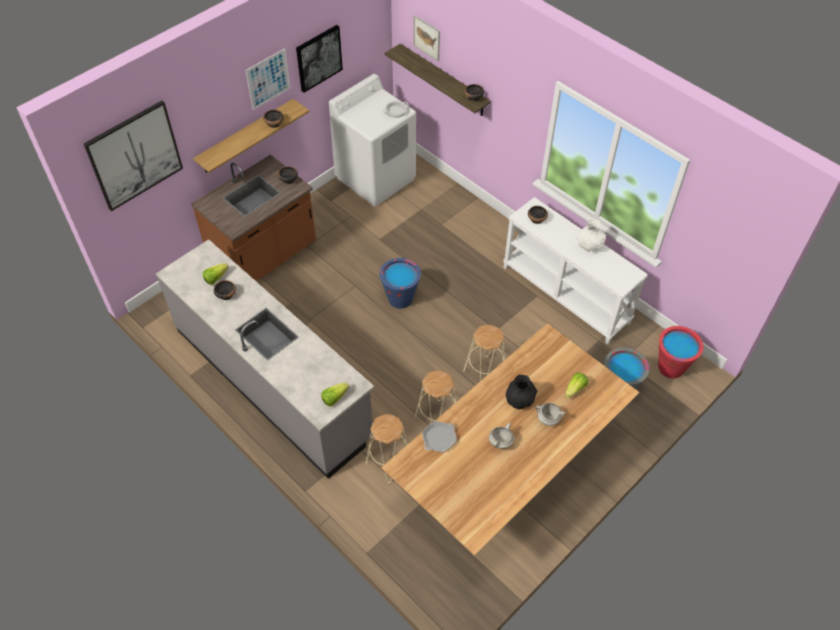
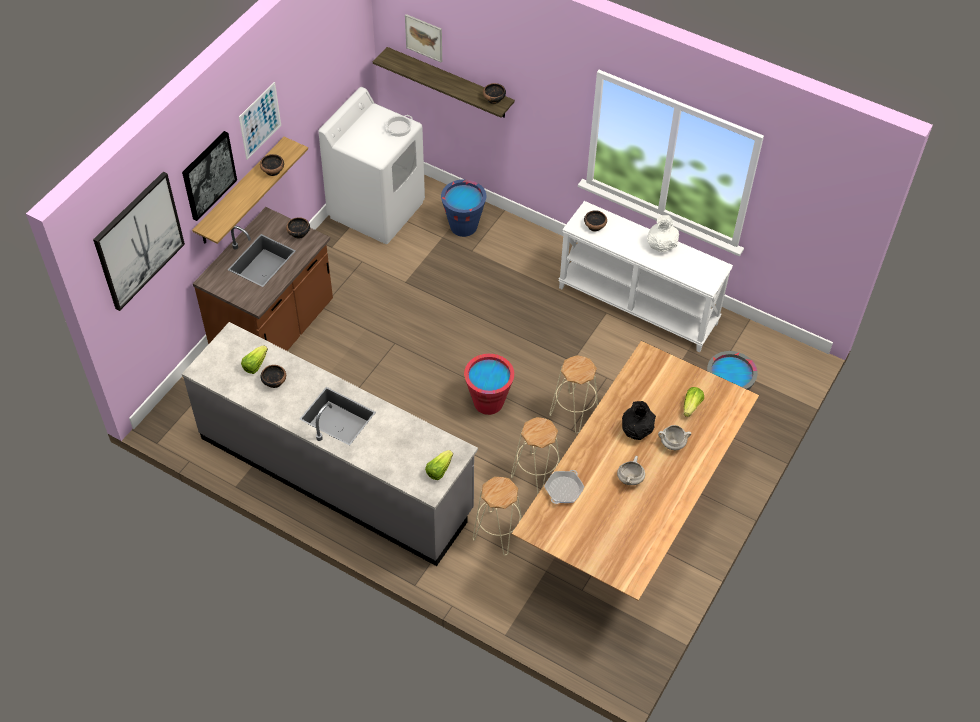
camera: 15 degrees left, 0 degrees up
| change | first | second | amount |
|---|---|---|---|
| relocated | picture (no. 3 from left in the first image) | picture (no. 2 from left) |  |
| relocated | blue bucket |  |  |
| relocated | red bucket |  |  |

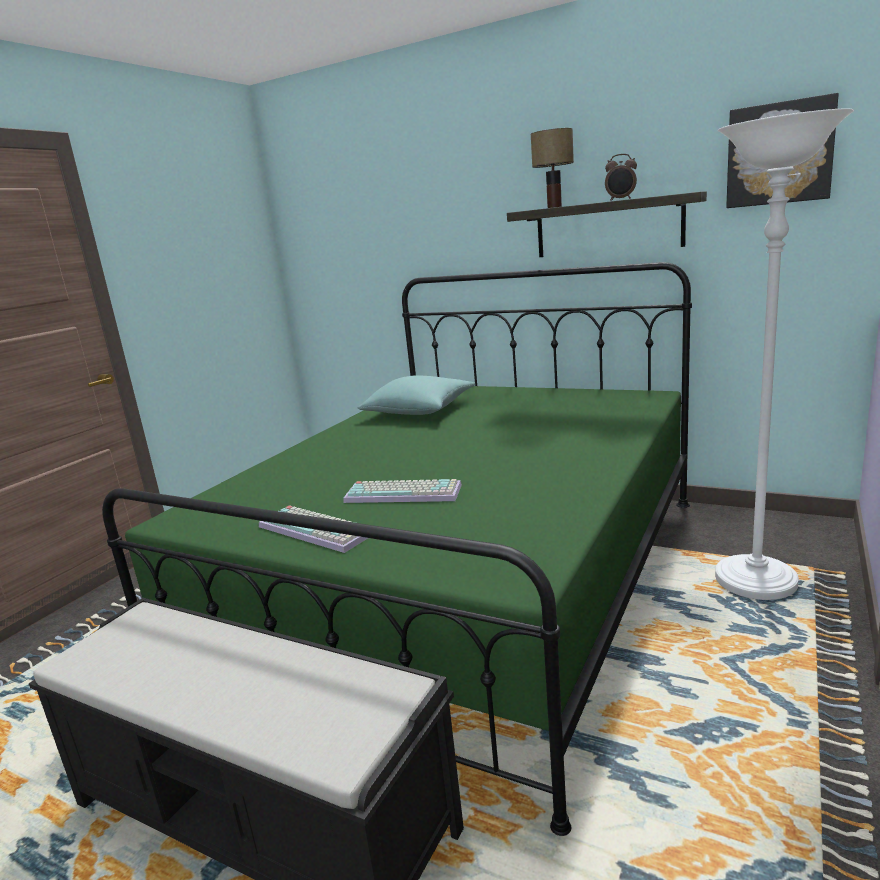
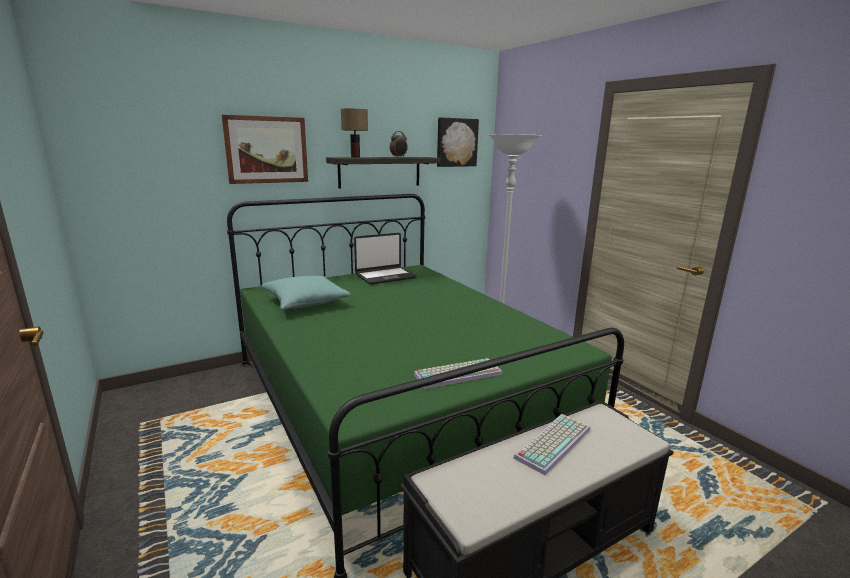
camera: 60 degrees left, 0 degrees up
| change | first | second | amount |
|---|---|---|---|
| appeared |  | picture (no. 1 from left) |  |
| appeared |  | laptop |  |
| relocated | keyboard (no. 2 from left) |  |  |

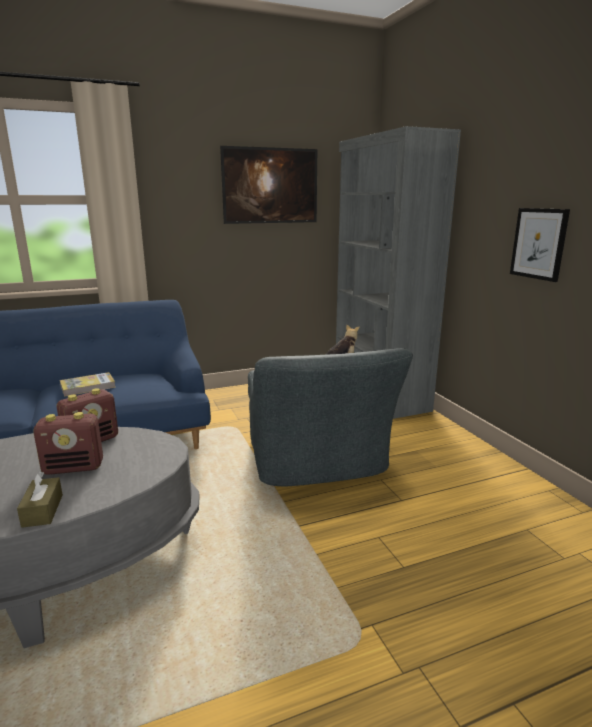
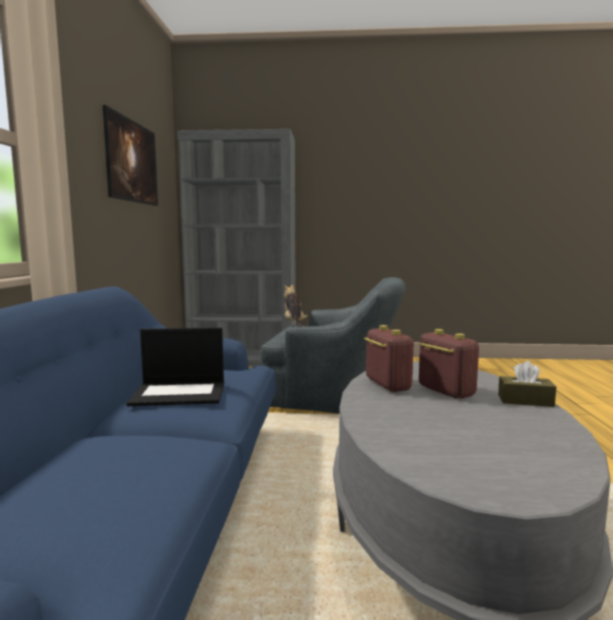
camera: 65 degrees left, 10 degrees down
| change | first | second | amount |
|---|---|---|---|
| missing | picture (no. 2 from left) |  |  |
| exchanged | book | laptop |  |
| spun | radio (no. 1 from left in the first image) | radio (no. 2 from left) | 45 degrees counterclockwise |

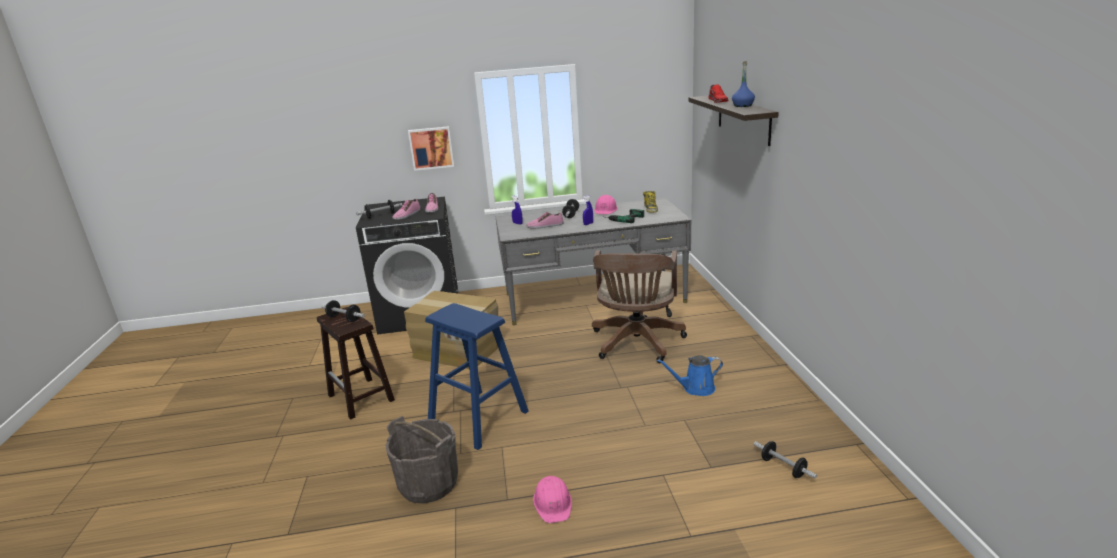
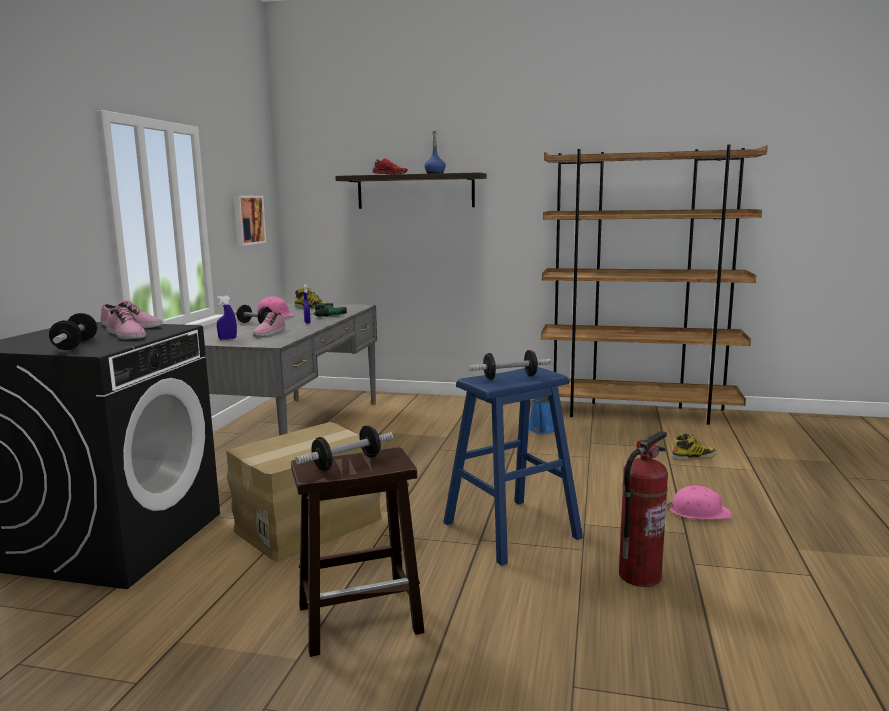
camera: 70 degrees left, 10 degrees down
| change | first | second | amount |
|---|---|---|---|
| missing | brown office chair |  |  |
| appeared |  | brown bookcase |  |
| appeared |  | boot (no. 2 from left) |  |
| relocated | picture |  |  |
| relocated | dumbbell (no. 4 from left) |  |  |
| exchanged | grey bucket | fire extinguisher |  |

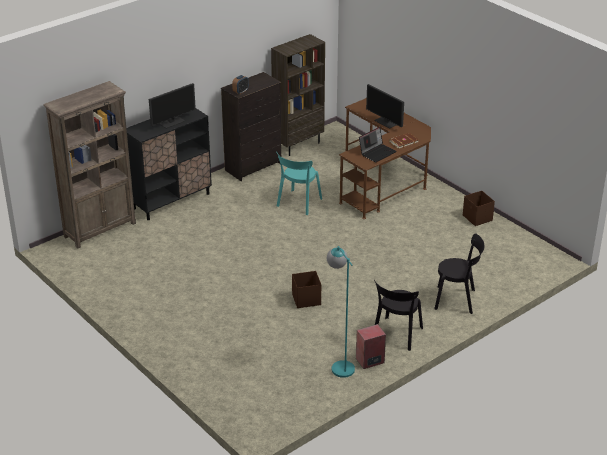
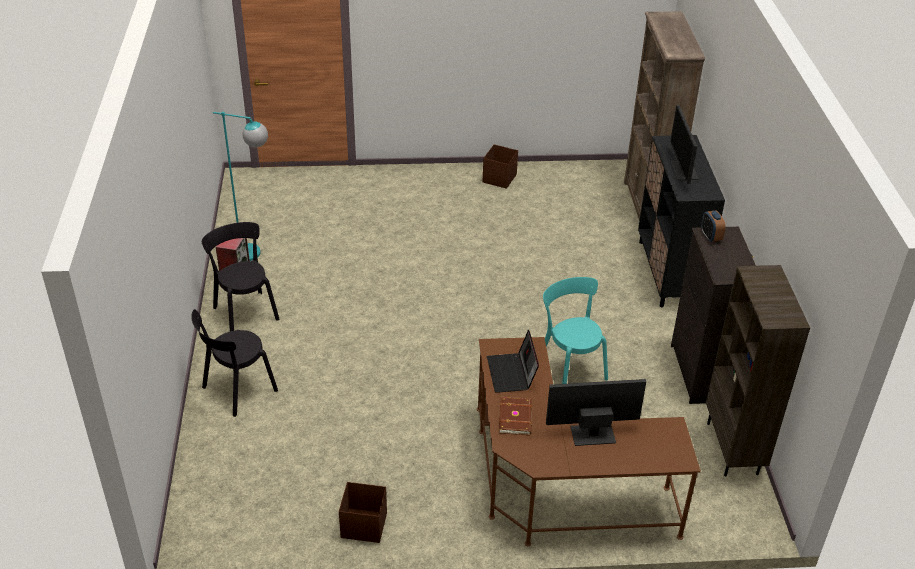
camera: 125 degrees right, 5 degrees up
| change | first | second | amount |
|---|---|---|---|
| relocated | brown storage box (no. 1 from left in the first image) | brown storage box (no. 2 from left) |  |

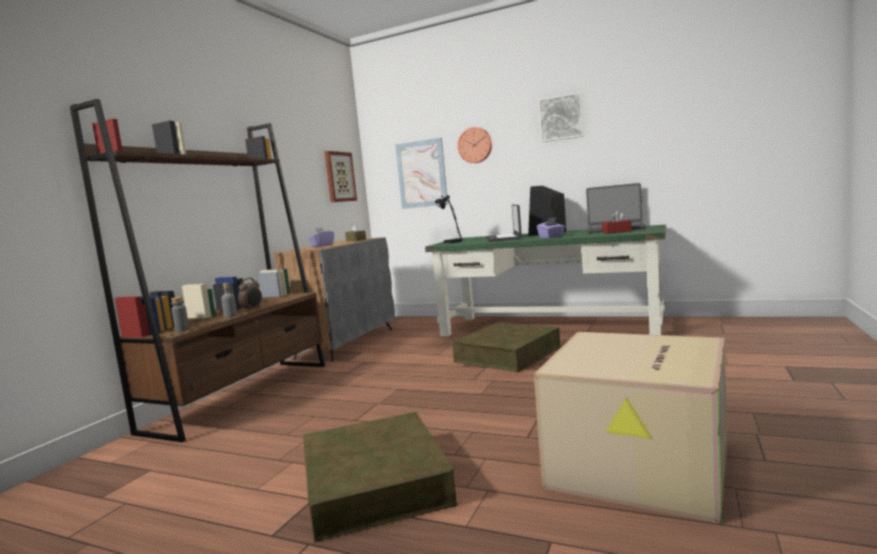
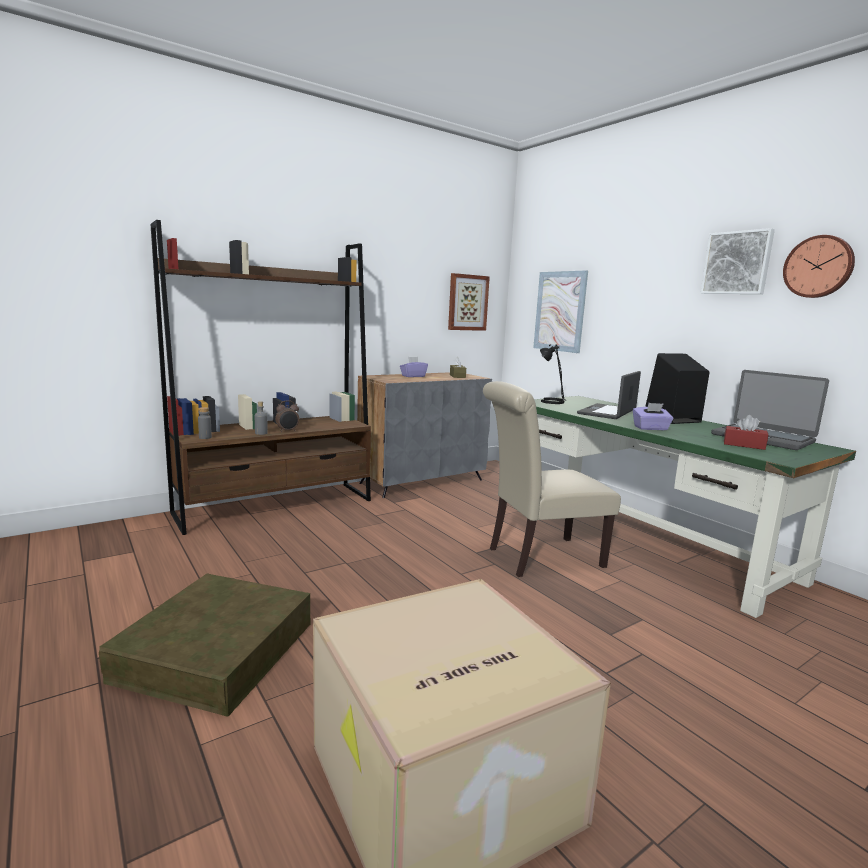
camera: 30 degrees right, 5 degrees up
| change | first | second | amount |
|---|---|---|---|
| relocated | wall clock |  |  |
| exchanged | brown storage box (no. 2 from left) | beige chair |  |

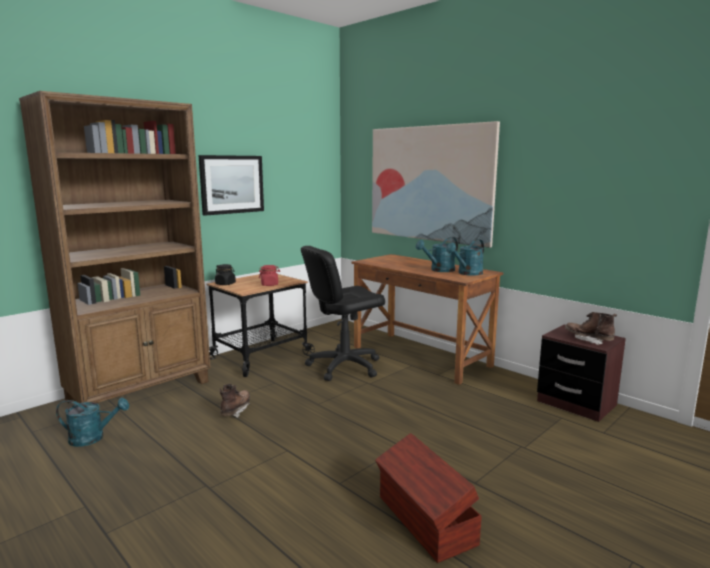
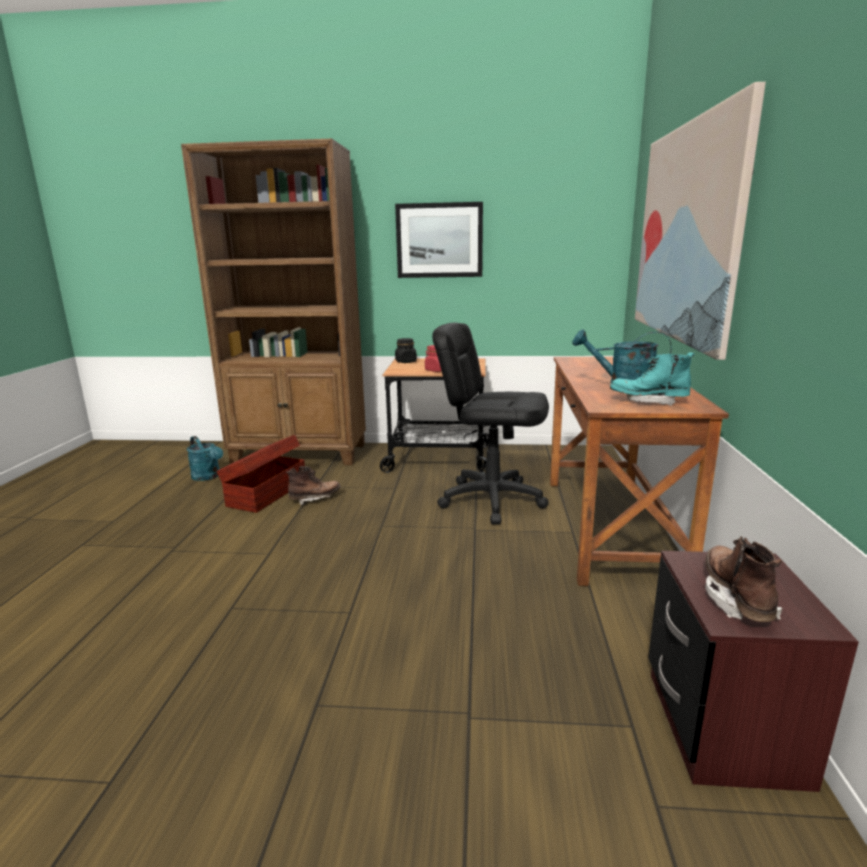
camera: 50 degrees right, 5 degrees up
| change | first | second | amount |
|---|---|---|---|
| relocated | brown storage box |  |  |
| exchanged | turquoise watering can (no. 3 from left) | turquoise boot |  |

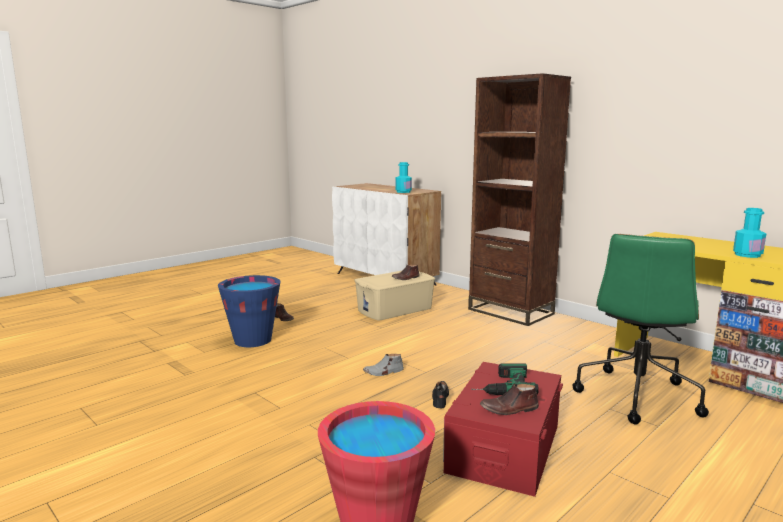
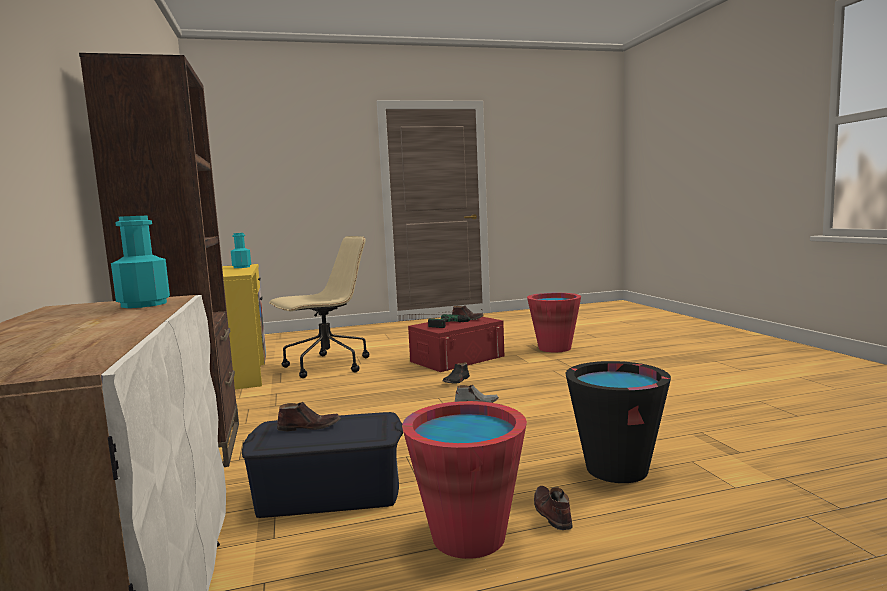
camera: 150 degrees left, 5 degrees down
| change | first | second | amount |
|---|---|---|---|
| appeared |  | red bucket (no. 1 from left) |  |
| colour | blue bucket | black bucket |  |
| colour | beige storage box | blue storage box |  |
| colour | green office chair | beige office chair |  |

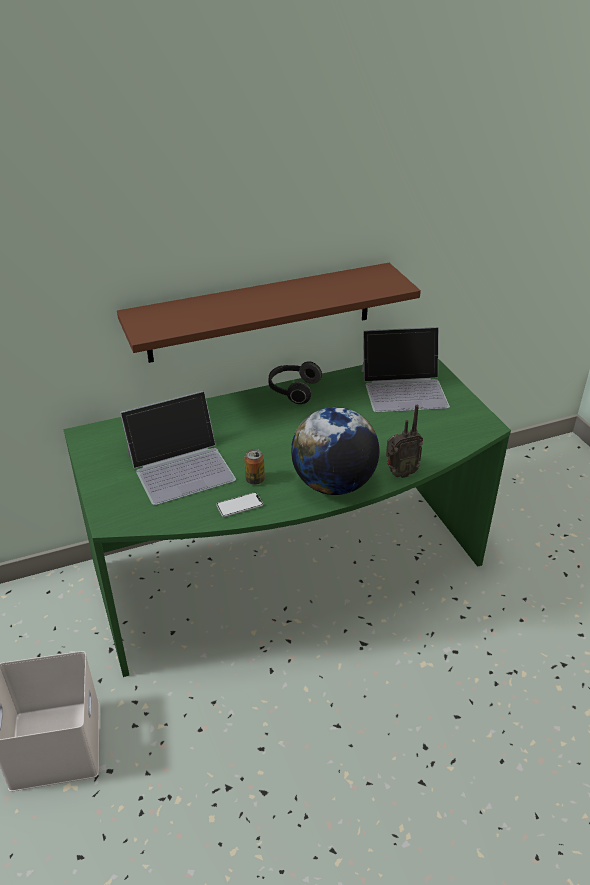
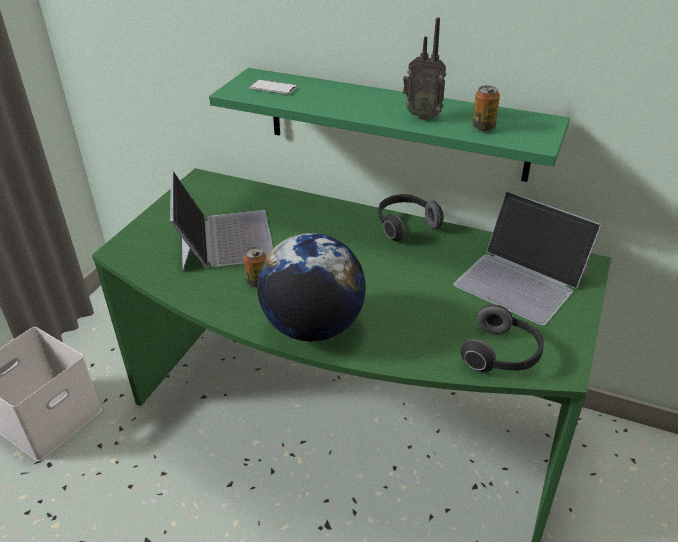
camera: 45 degrees right, 0 degrees up
| change | first | second | amount |
|---|---|---|---|
| appeared |  | headphones (no. 2 from left) |  |
| appeared |  | can (no. 2 from left) |  |
| relocated | phone |  |  |
| relocated | radio |  |  |
| colour | brown shelf | green shelf |  |
| spun | laptop (no. 1 from left) |  | 120 degrees counterclockwise |

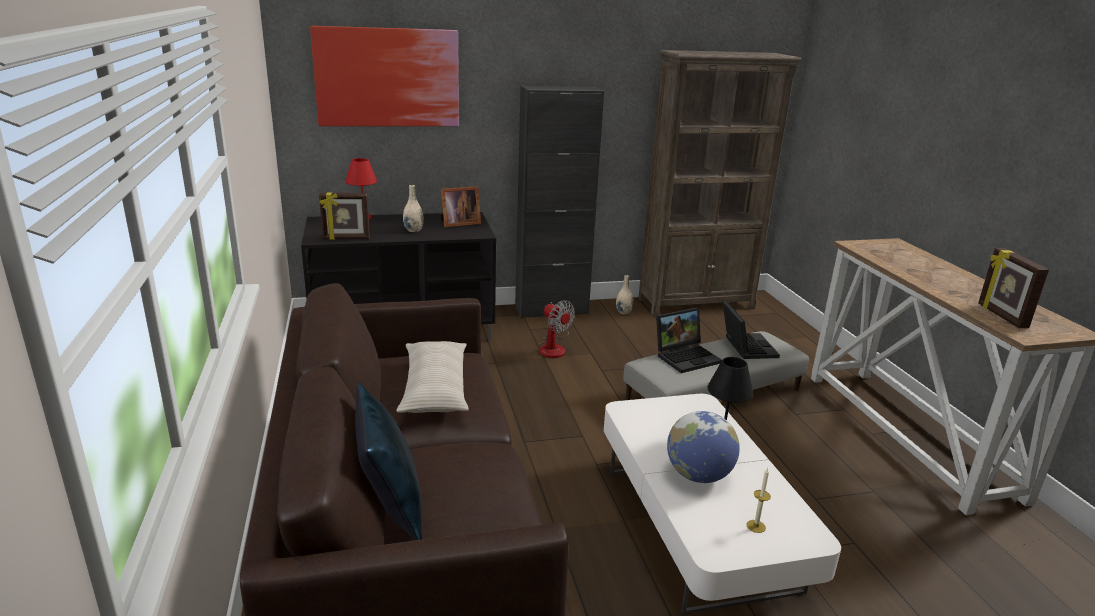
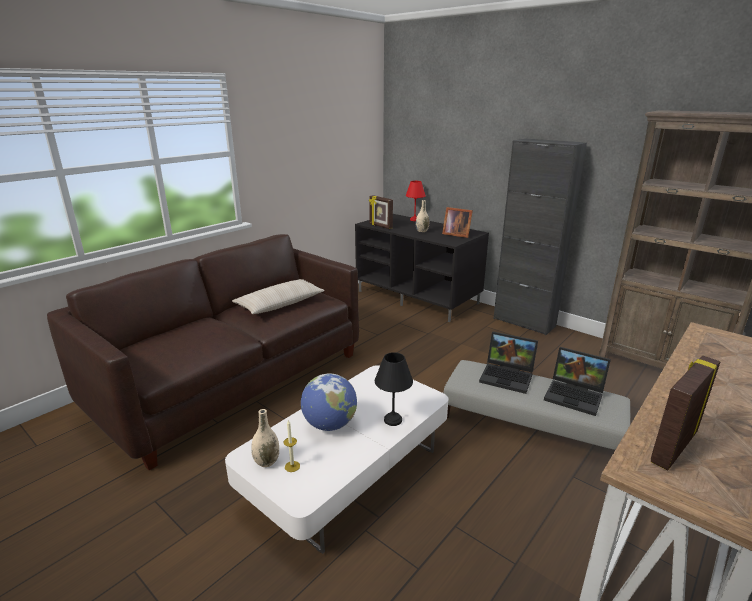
camera: 55 degrees right, 0 degrees up
| change | first | second | amount |
|---|---|---|---|
| missing | picture |  |  |
| missing | blue pillow |  |  |
| missing | fan |  |  |
| relocated | beige vase (no. 2 from left in the first image) | beige vase (no. 1 from left) |  |
| spun | laptop (no. 2 from left) |  | 75 degrees clockwise |

